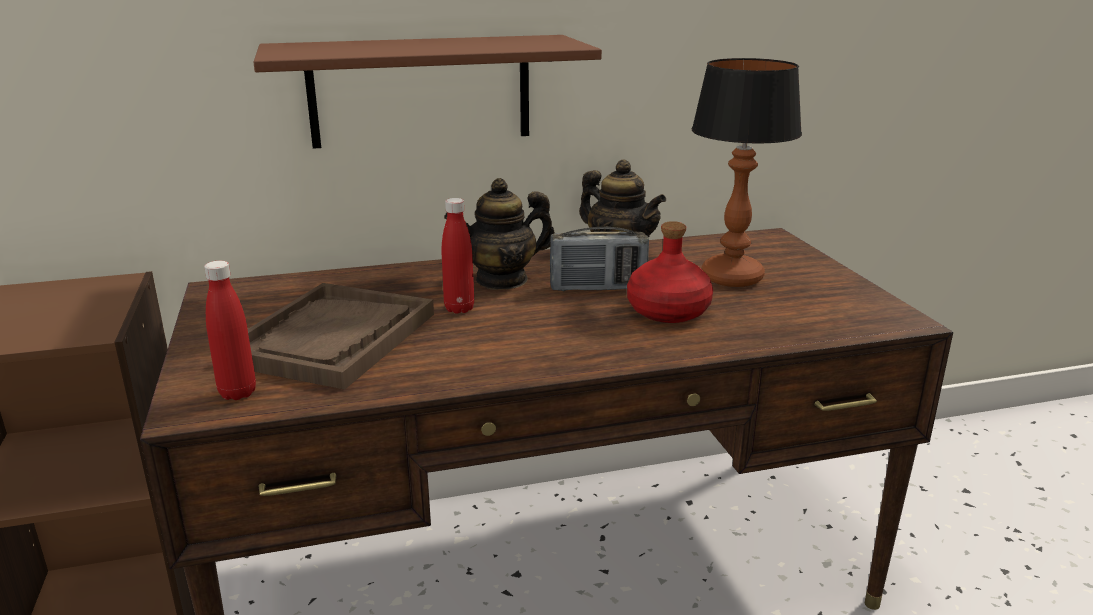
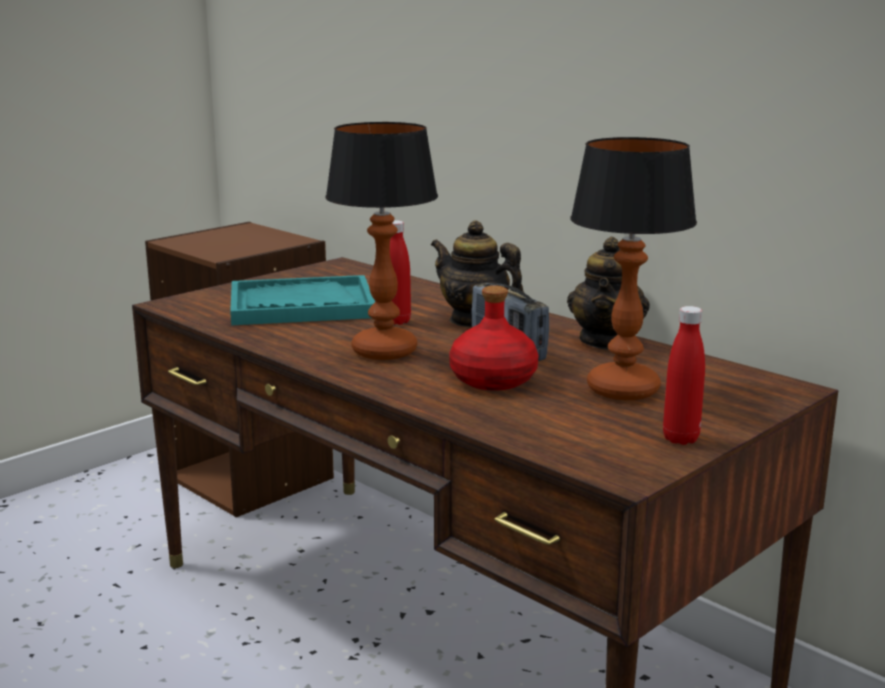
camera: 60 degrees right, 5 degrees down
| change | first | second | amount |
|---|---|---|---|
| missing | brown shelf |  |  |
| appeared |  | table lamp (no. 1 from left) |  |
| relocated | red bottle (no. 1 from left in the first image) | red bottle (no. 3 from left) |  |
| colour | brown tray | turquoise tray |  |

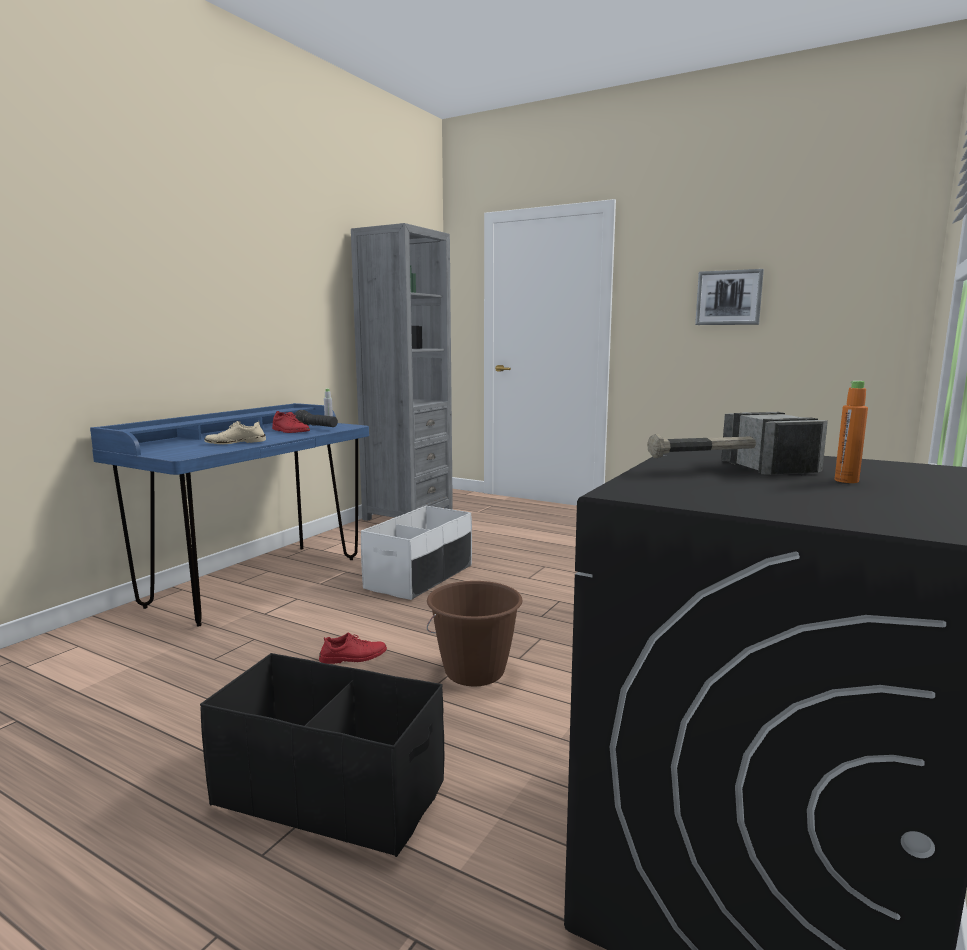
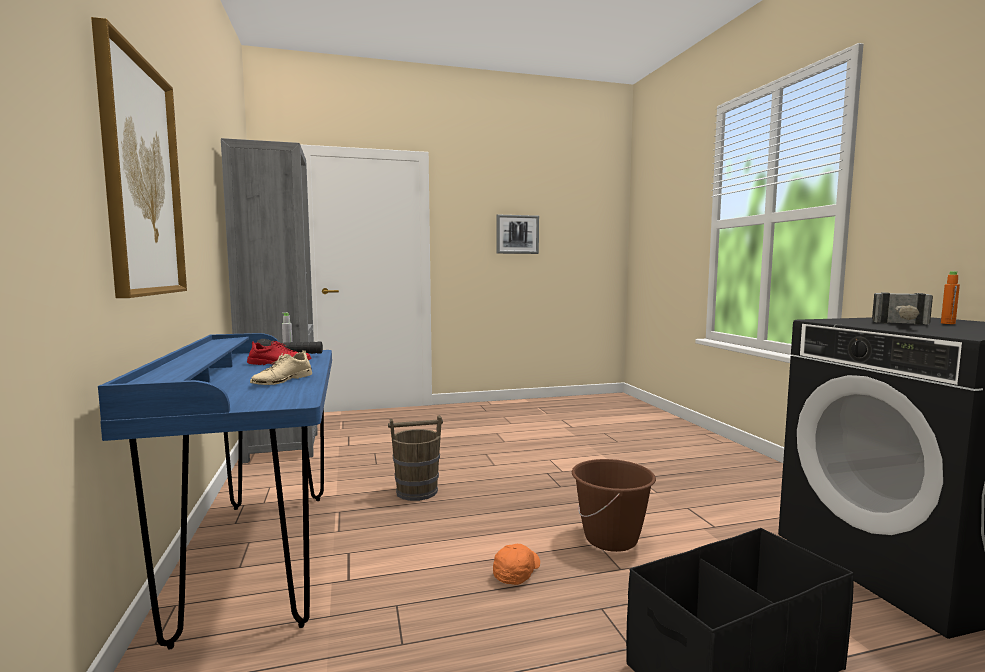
camera: 45 degrees left, 5 degrees down
| change | first | second | amount |
|---|---|---|---|
| appeared |  | picture (no. 1 from left) |  |
| exchanged | red shoe (no. 2 from left) | orange cap |  |
| exchanged | white storage box | brown bucket (no. 1 from left) |  |

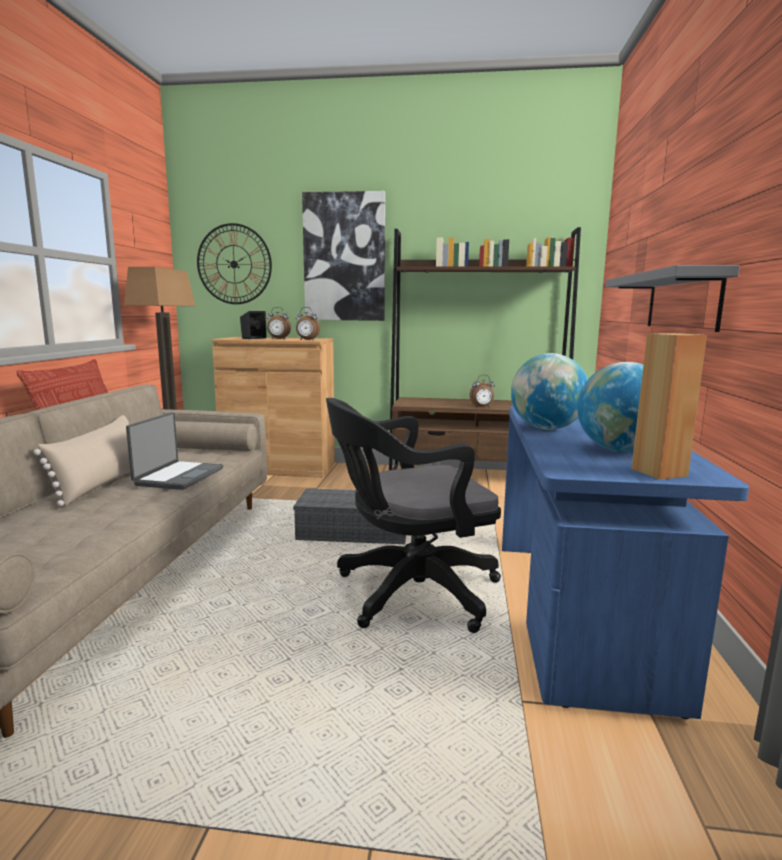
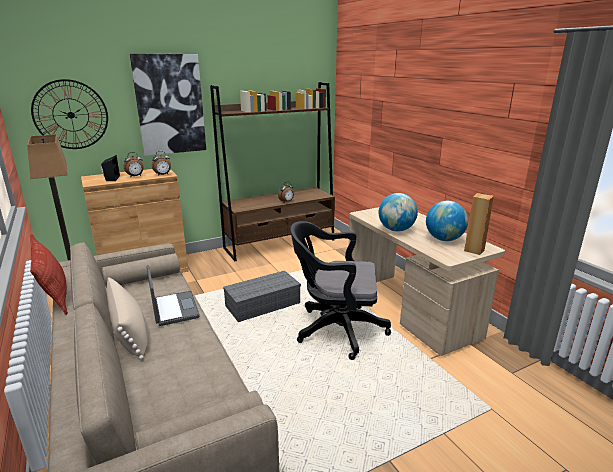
camera: 35 degrees left, 10 degrees up
| change | first | second | amount |
|---|---|---|---|
| missing | grey shelf |  |  |
| colour | blue desk | beige desk |  |
| spun | black office chair |  | 60 degrees clockwise |

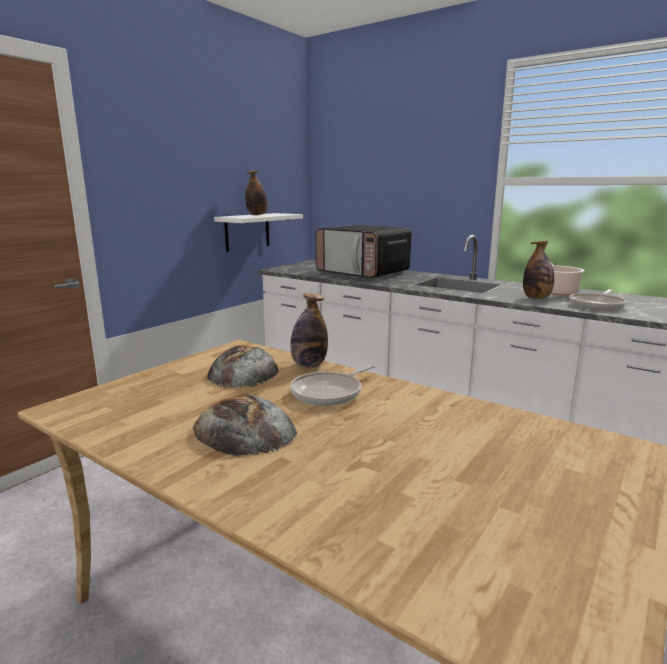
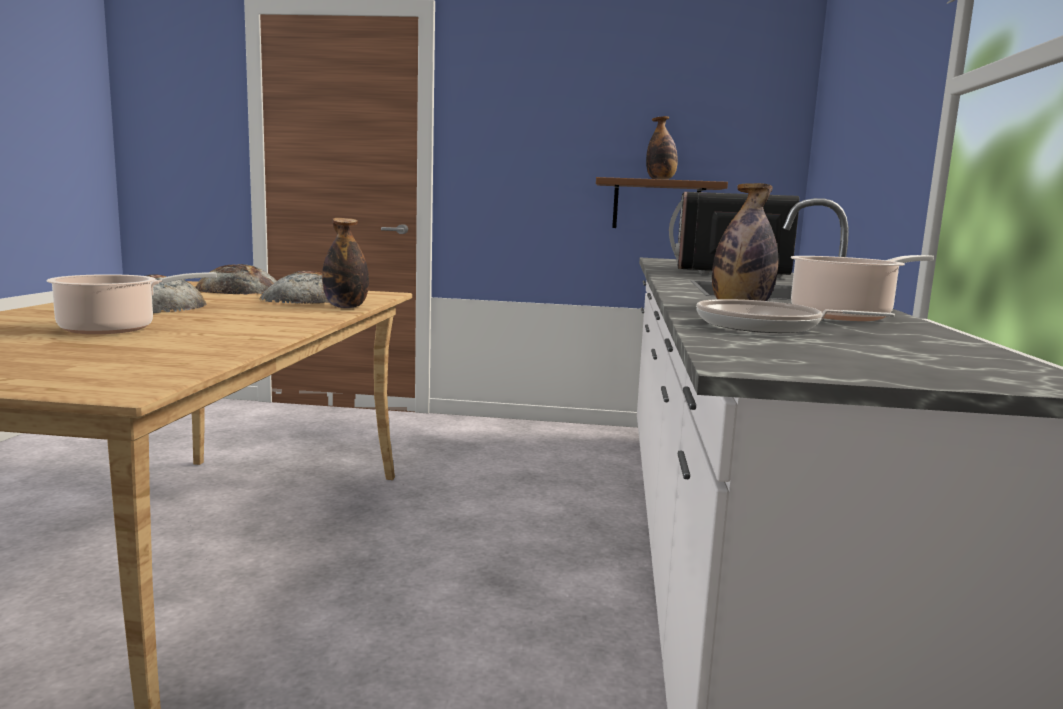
camera: 60 degrees right, 5 degrees down
| change | first | second | amount |
|---|---|---|---|
| missing | frying pan (no. 1 from left) |  |  |
| appeared |  | cooking pot (no. 1 from left) |  |
| appeared |  | bread (no. 2 from left) |  |
| colour | white shelf | brown shelf |  |

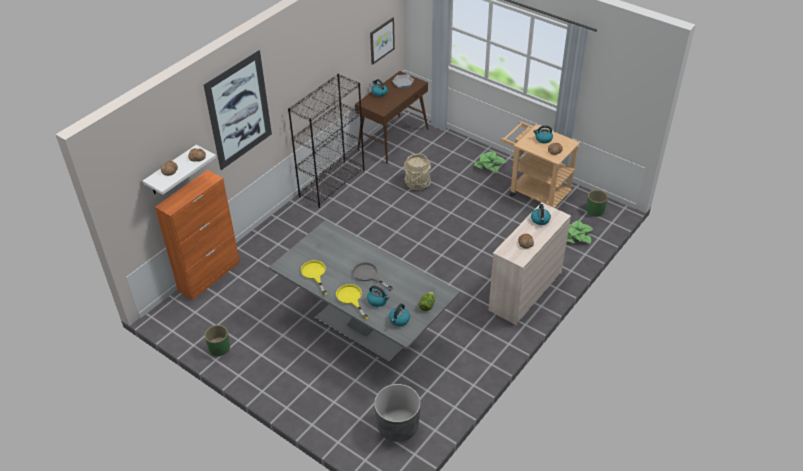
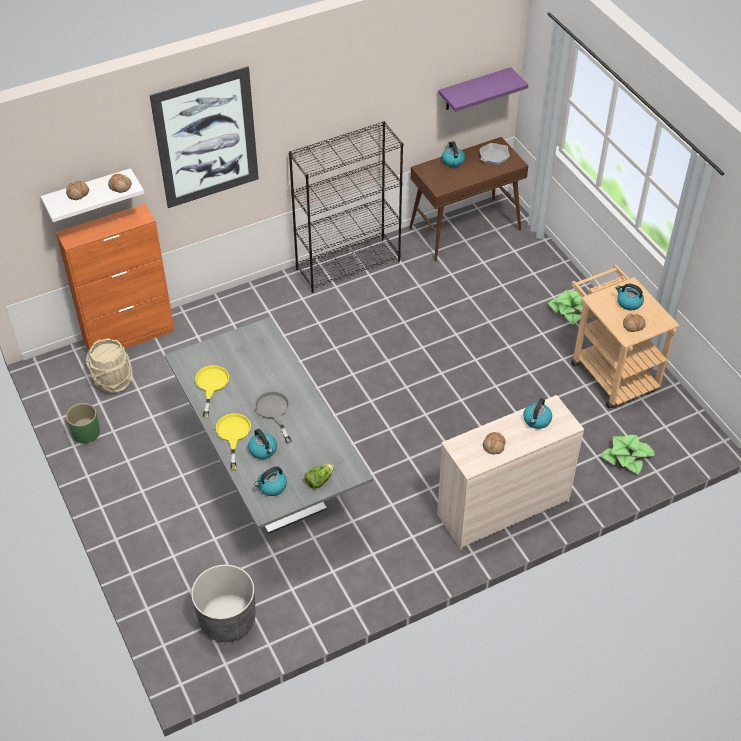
camera: 25 degrees right, 5 degrees up
| change | first | second | amount |
|---|---|---|---|
| missing | green planter (no. 2 from left) |  |  |
| relocated | beige bucket |  |  |
| exchanged | picture (no. 2 from left) | purple shelf |  |

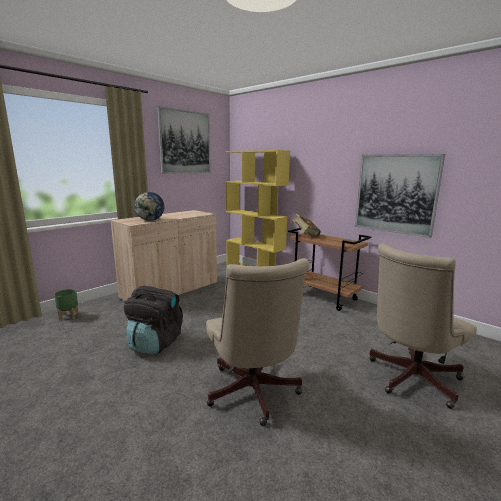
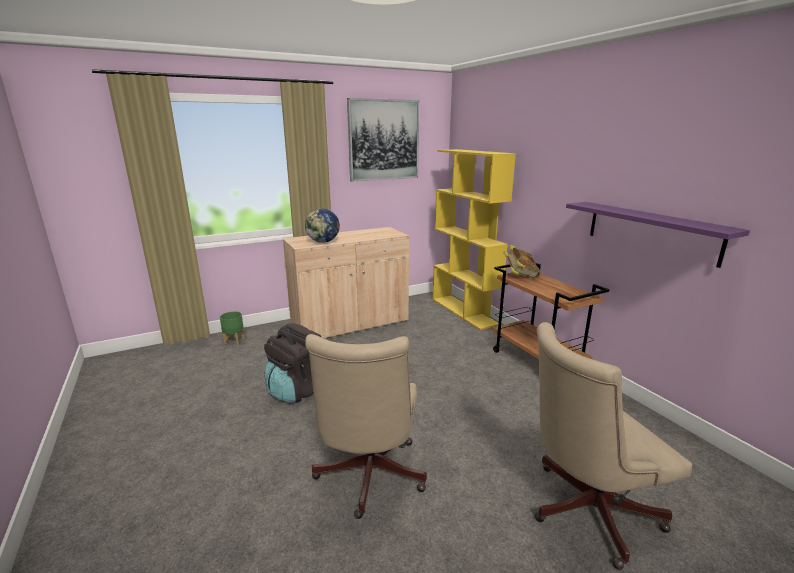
camera: 20 degrees right, 5 degrees up
| change | first | second | amount |
|---|---|---|---|
| exchanged | picture (no. 2 from left) | purple shelf |  |

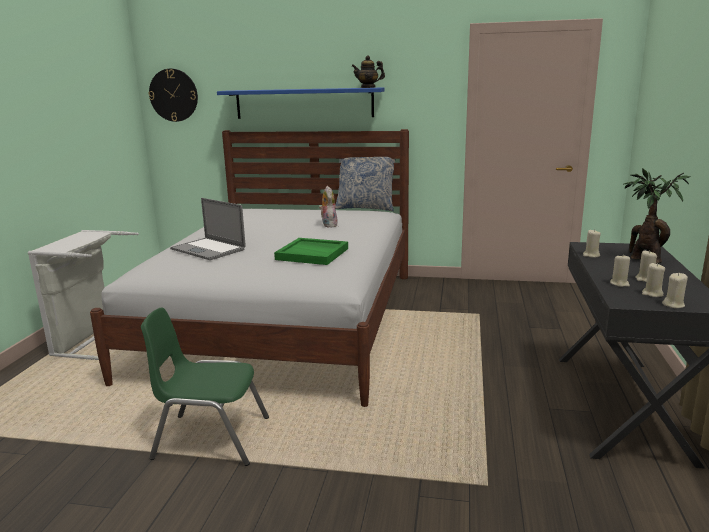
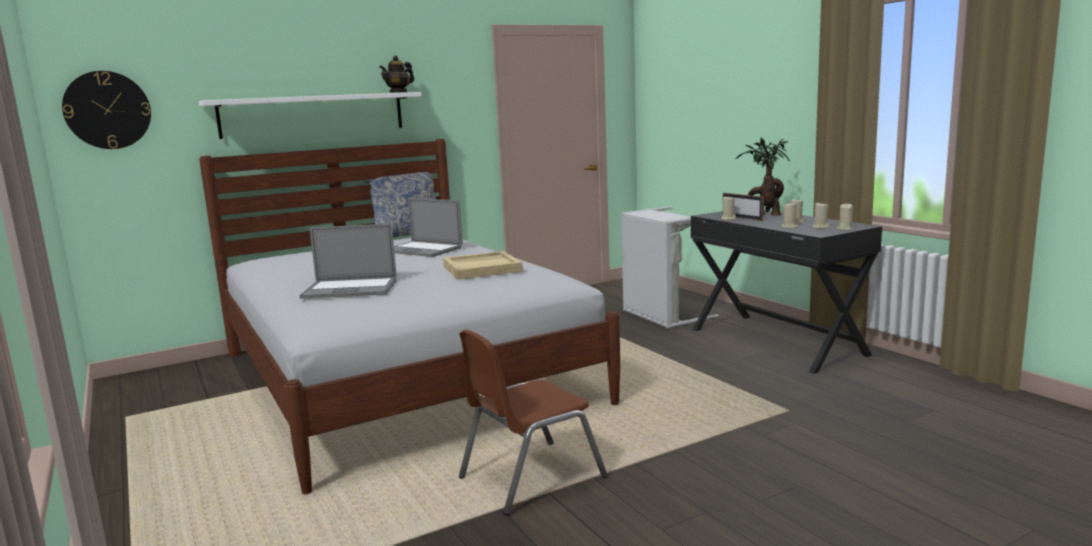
camera: 40 degrees left, 5 degrees down
| change | first | second | amount |
|---|---|---|---|
| appeared |  | picture frame |  |
| relocated | grey laundry basket |  |  |
| exchanged | plush toy | laptop (no. 2 from left) |  |
| colour | green chair | brown chair |  |
| colour | blue shelf | white shelf |  |
| colour | green tray | beige tray |  |

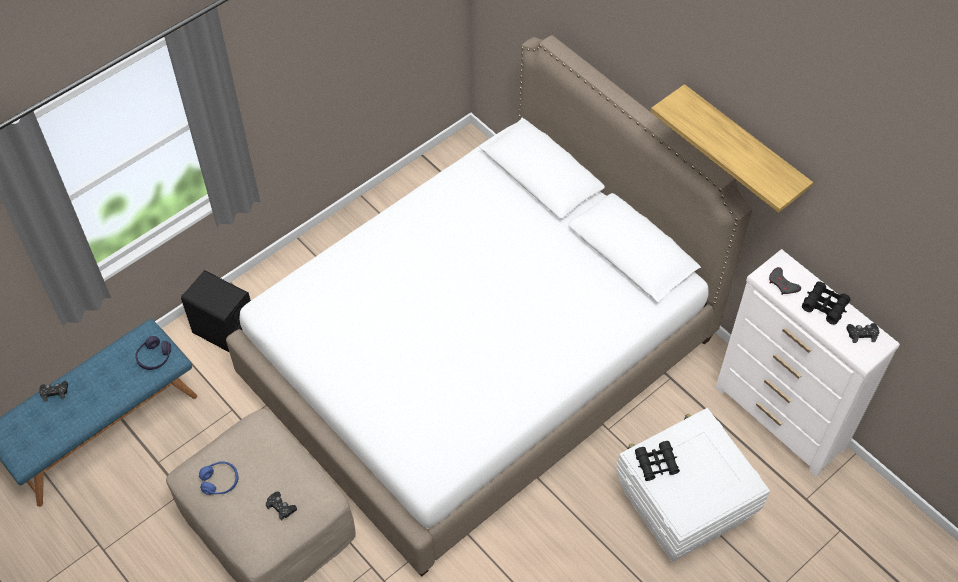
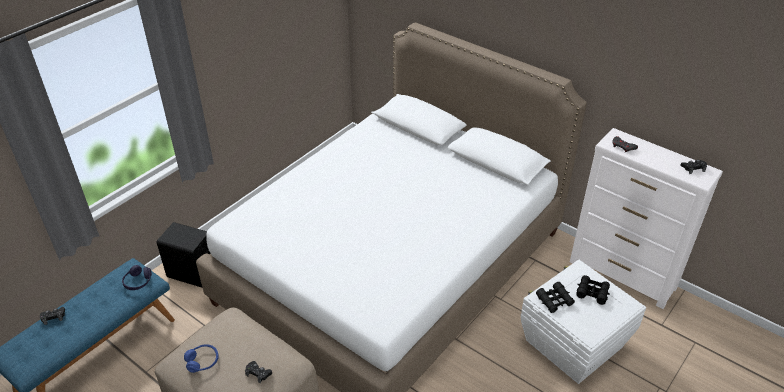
camera: 10 degrees left, 15 degrees down
| change | first | second | amount |
|---|---|---|---|
| missing | shelf |  |  |
| relocated | black binoculars (no. 2 from left) |  |  |

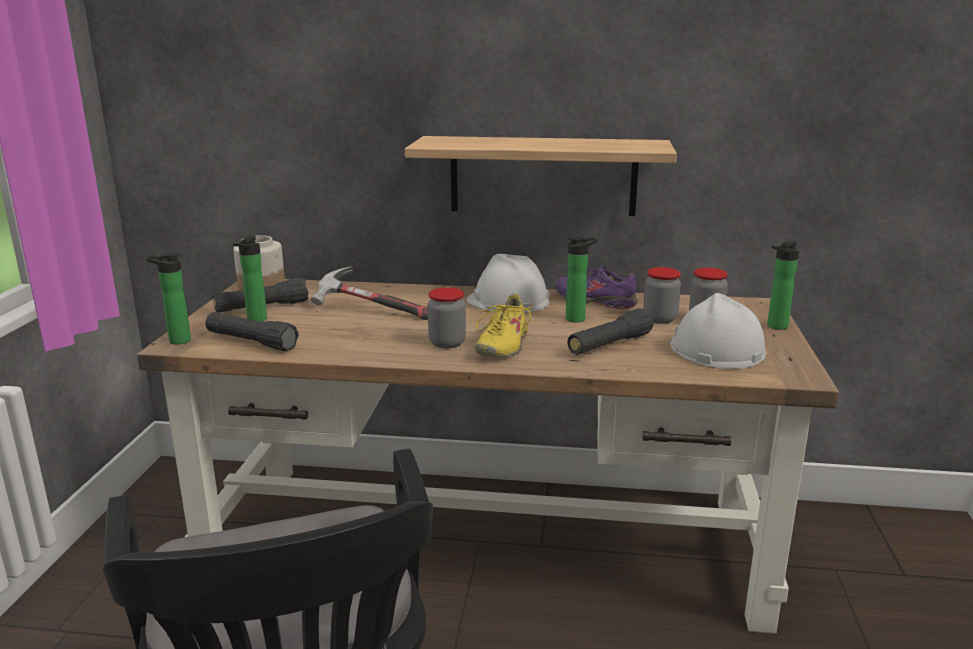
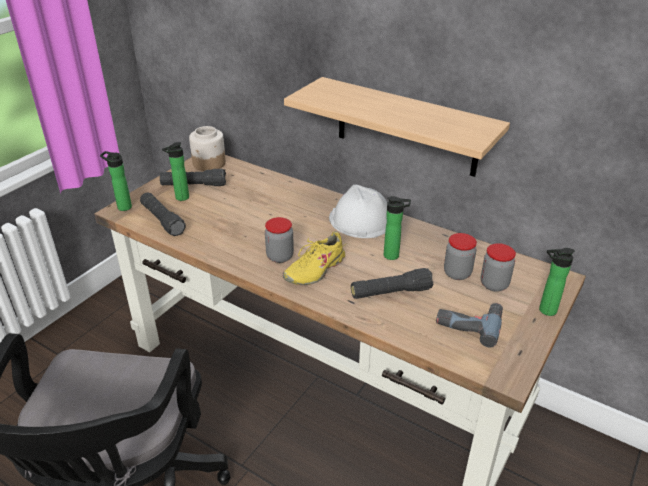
camera: 25 degrees right, 15 degrees up
| change | first | second | amount |
|---|---|---|---|
| missing | hammer |  |  |
| missing | purple shoe |  |  |
| exchanged | white hard hat (no. 2 from left) | power drill |  |

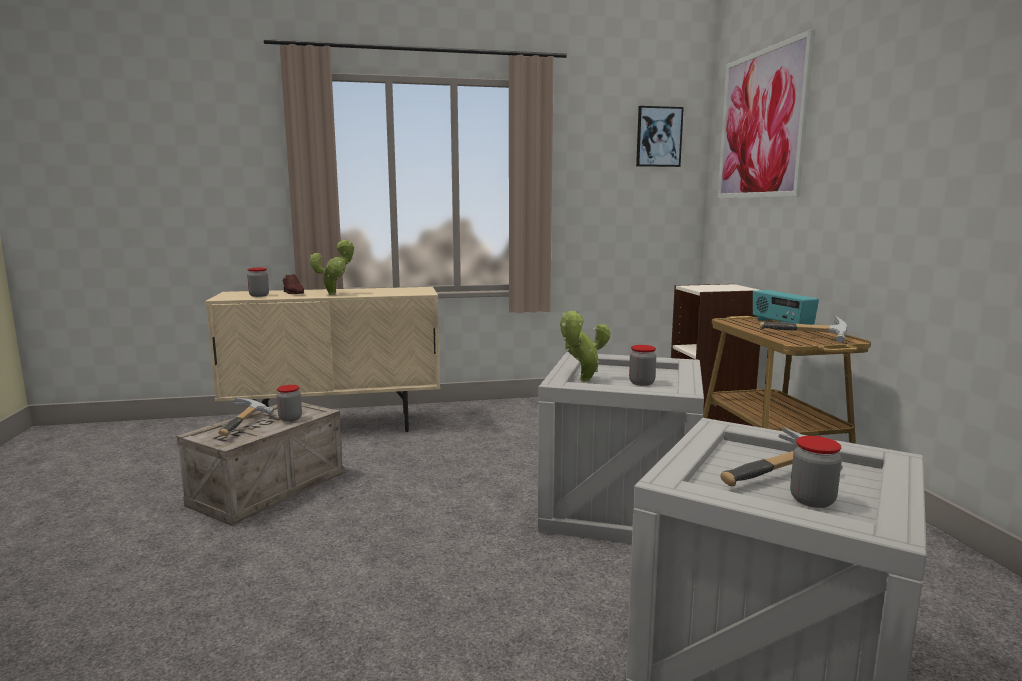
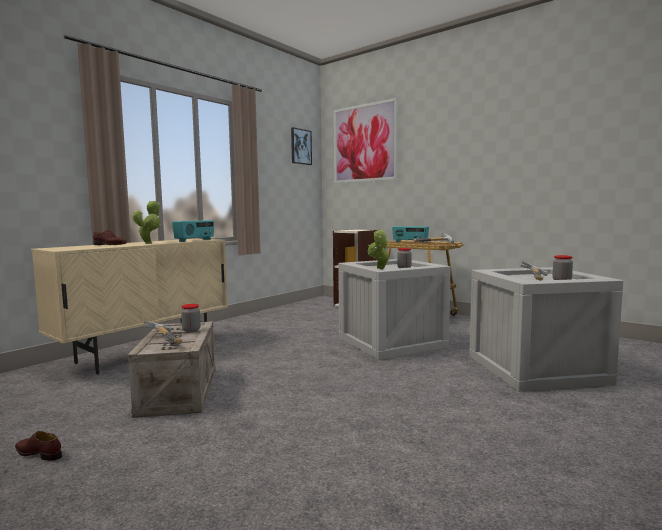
camera: 40 degrees left, 5 degrees down
| change | first | second | amount |
|---|---|---|---|
| missing | jar (no. 1 from left) |  |  |
| appeared |  | brown shoe (no. 1 from left) |  |
| appeared |  | radio (no. 1 from left) |  |

